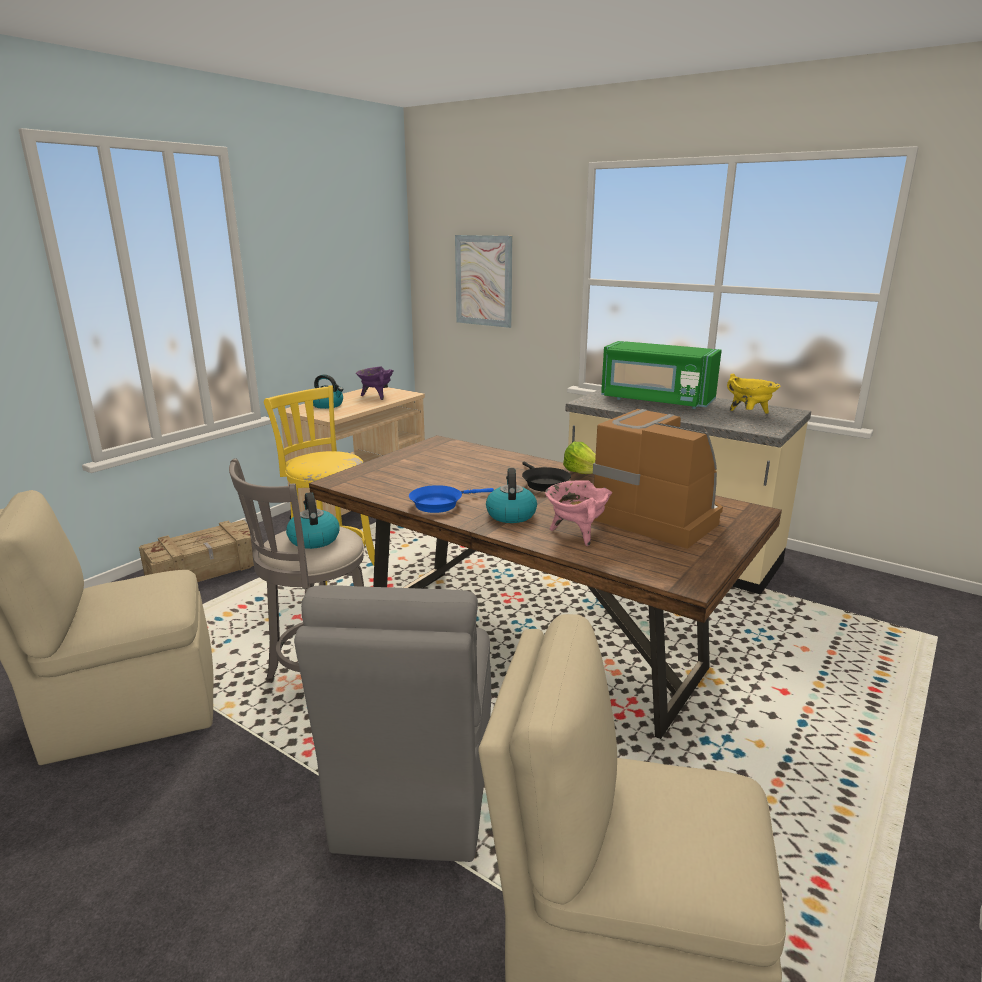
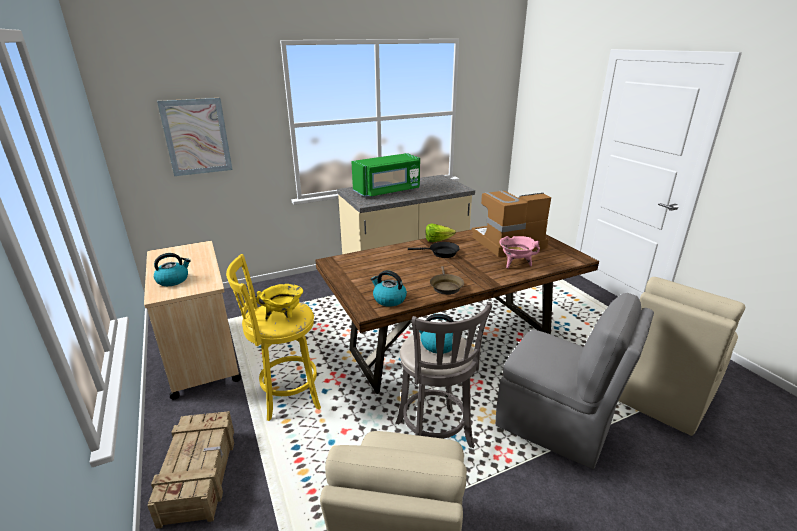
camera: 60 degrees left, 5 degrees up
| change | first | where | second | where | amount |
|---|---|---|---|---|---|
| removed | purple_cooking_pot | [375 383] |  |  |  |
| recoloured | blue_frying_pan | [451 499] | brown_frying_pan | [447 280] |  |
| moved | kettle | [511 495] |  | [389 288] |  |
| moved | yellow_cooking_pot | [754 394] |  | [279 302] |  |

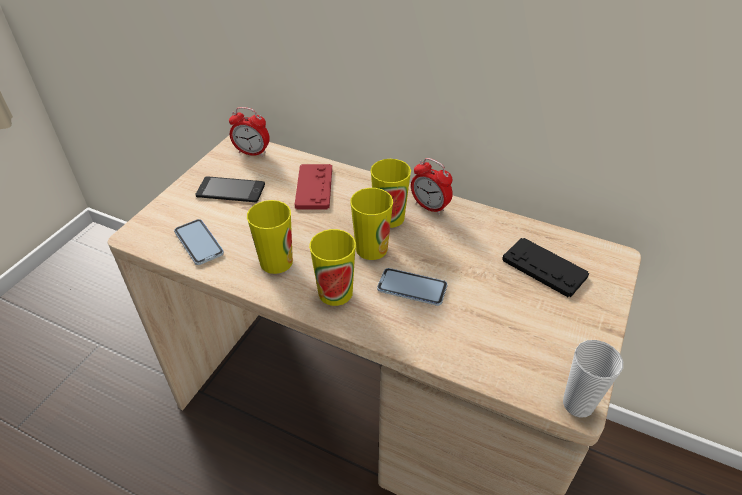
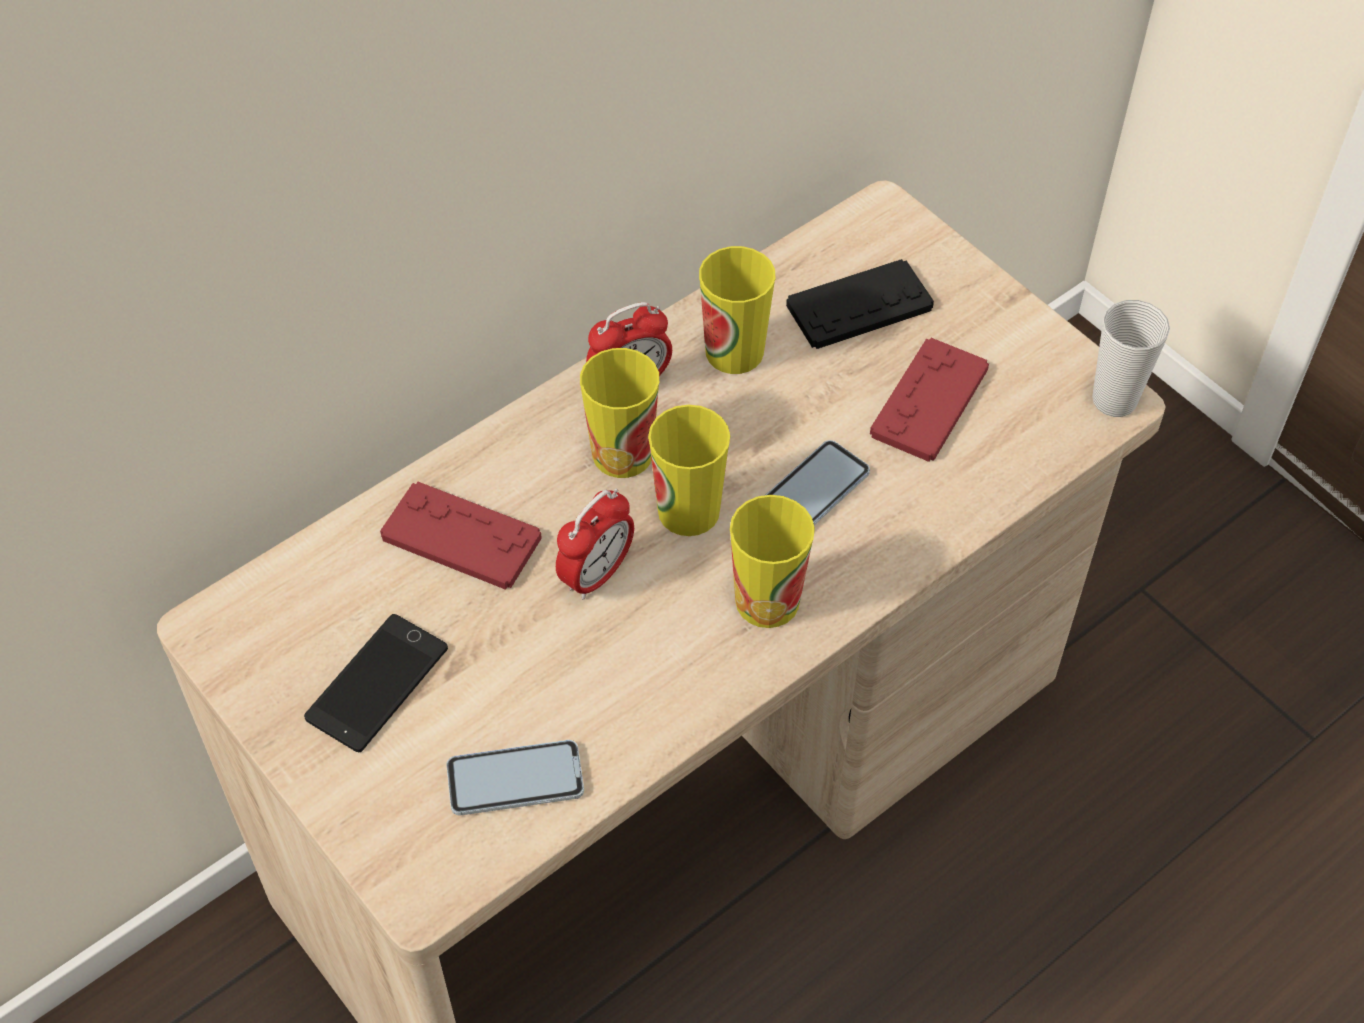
camera: 65 degrees left, 10 degrees up
| change | first | where | second | where | amount |
|---|---|---|---|---|---|
| moved | alarm_clock | [249 132] |  | [595 544] |  |
| moved | cup | [270 237] |  | [737 310] |  |
| added |  |  | red_game_controller | [929 400] |  |

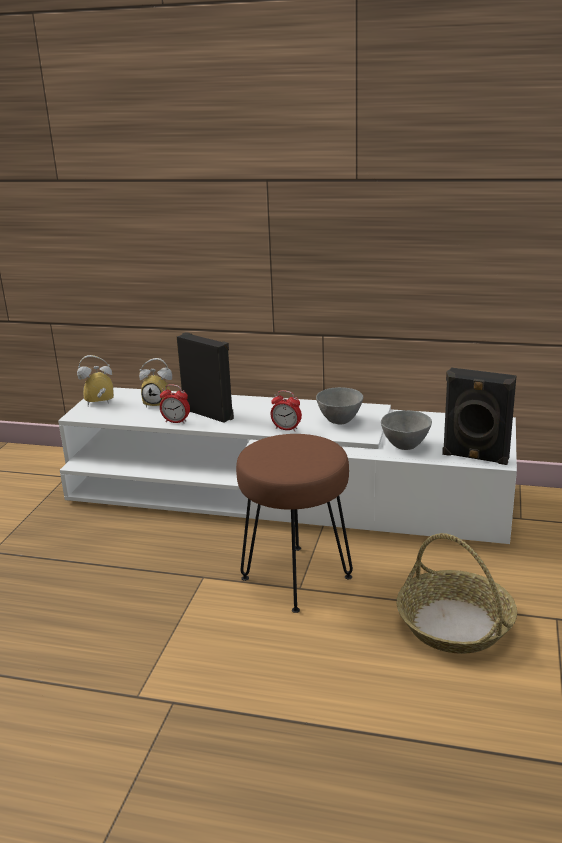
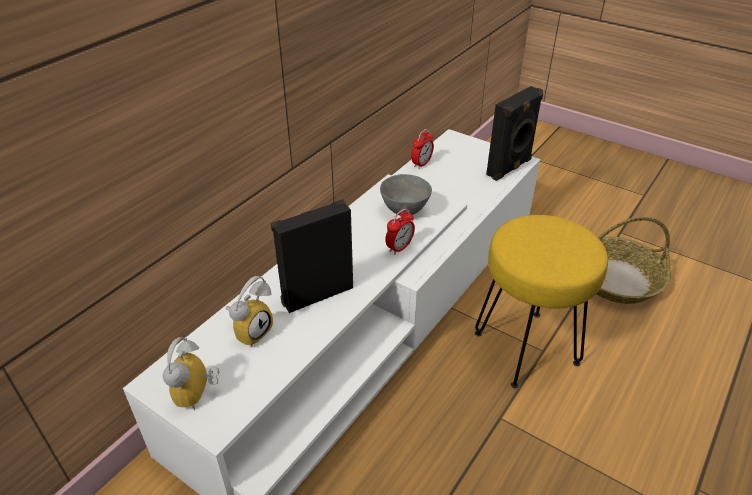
camera: 70 degrees left, 15 degrees up
| change | first | where | second | where | amount |
|---|---|---|---|---|---|
| moved | alarm_clock | [175 404] |  | [422 149] |  |
| recoloured | brown_stool | [294 523] | yellow_stool | [541 301] |  |
| removed | grey_bowl | [406 430] |  |  |  |

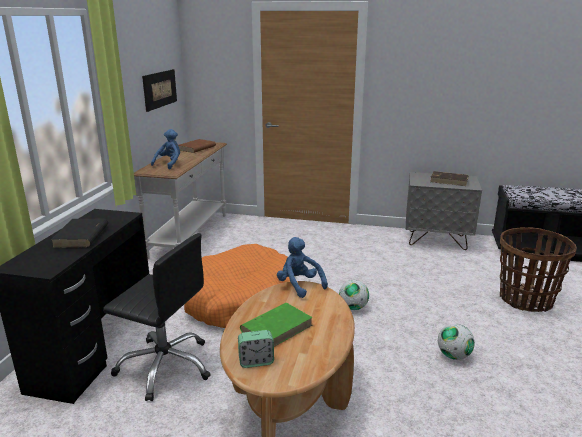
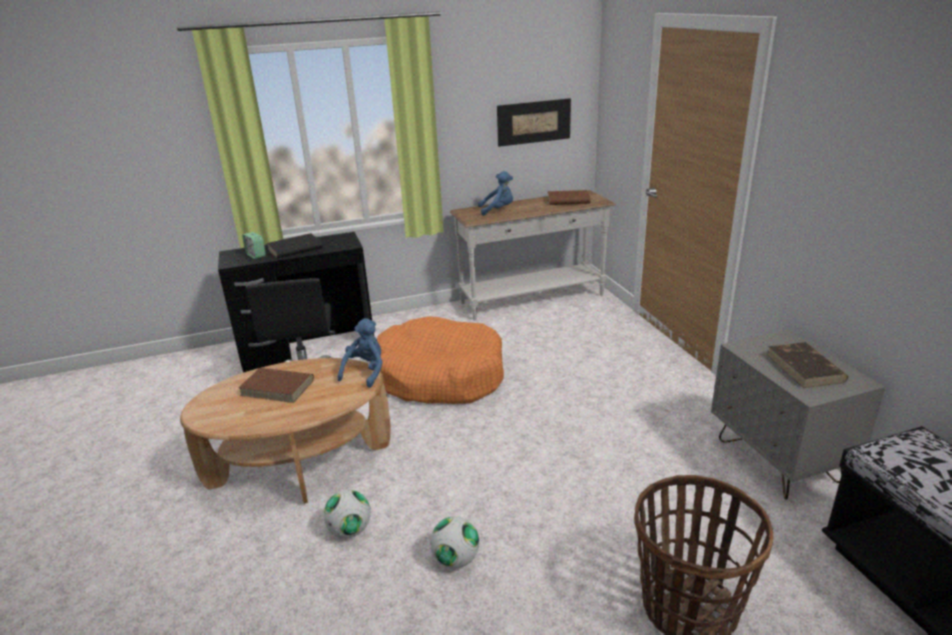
camera: 60 degrees right, 5 degrees up
| change | first | where | second | where | amount |
|---|---|---|---|---|---|
| moved | alarm_clock | [256 349] |  | [254 245] |  |
| recoloured | green_book | [276 325] | brown_book | [276 385] |  |
| moved | football | [354 295] |  | [347 514] |  |

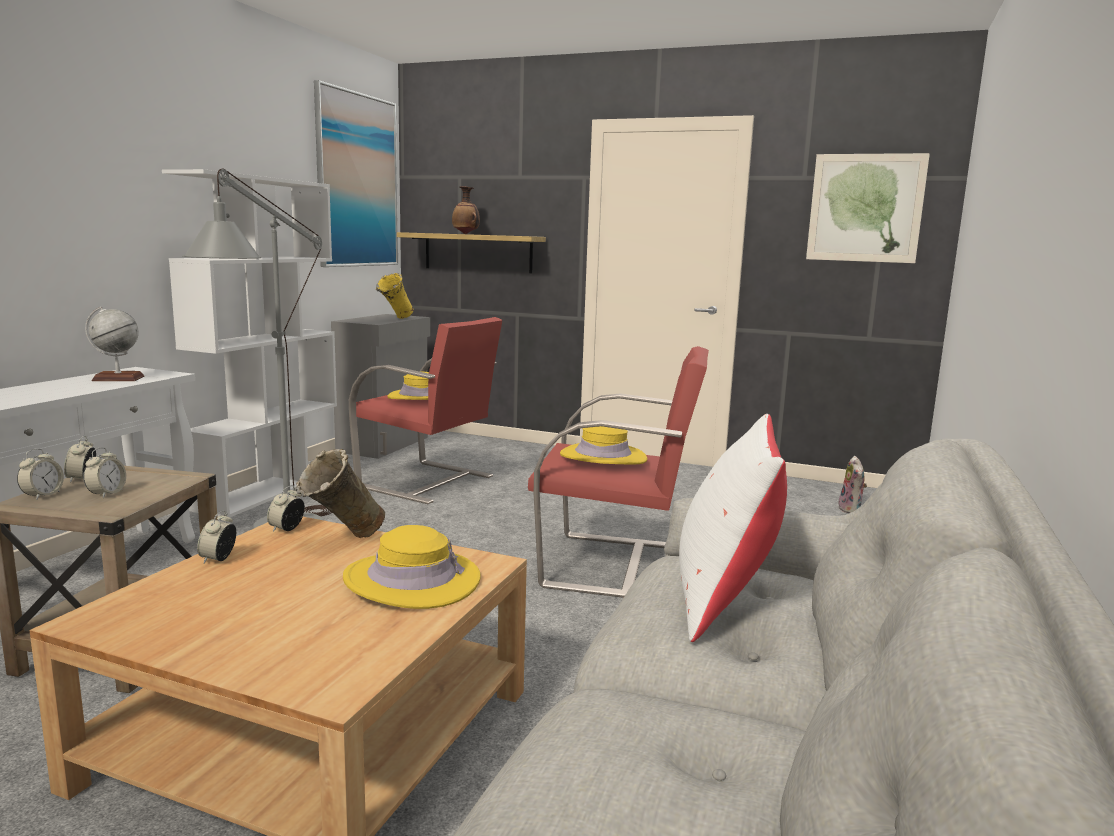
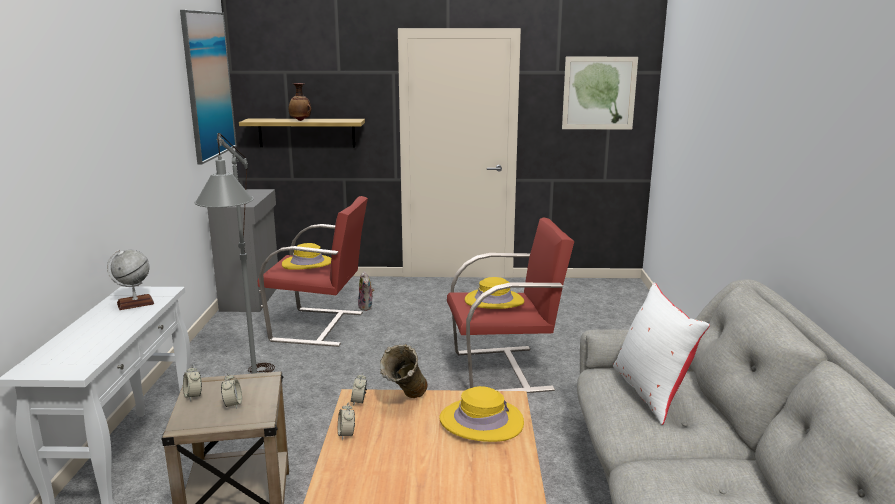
camera: 20 degrees left, 5 degrees up
| change | first | where | second | where | amount |
|---|---|---|---|---|---|
| removed | alarm_clock | [40 474] |  |  |  |
| removed | white_bookcase | [249 343] |  |  |  |
| removed | yellow_vase | [395 296] |  |  |  |
| moved | plush_toy | [852 484] |  | [366 291] |  |

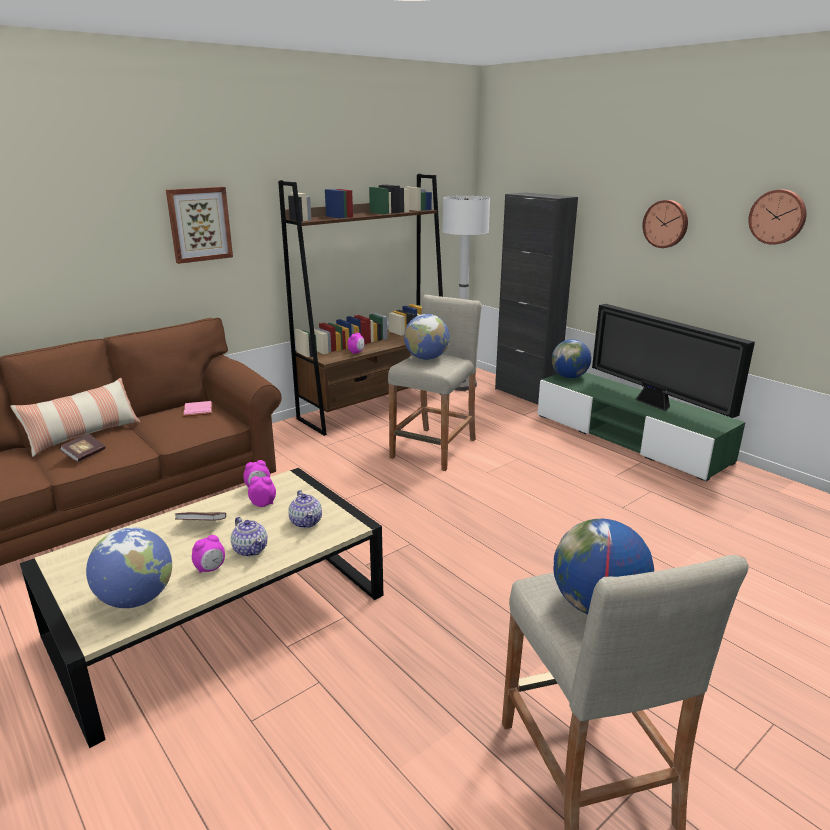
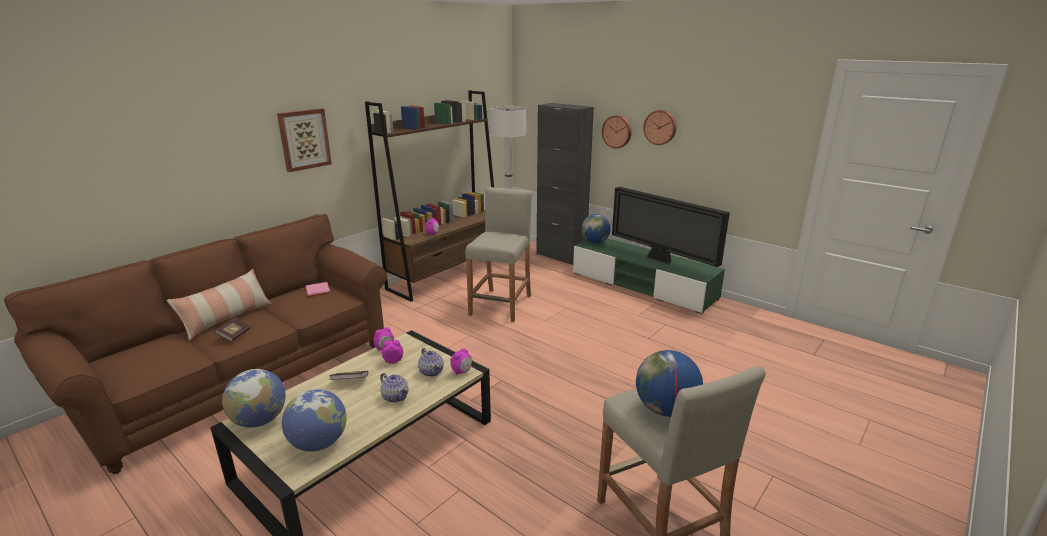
camera: 10 degrees left, 0 degrees up
| change | first | where | second | where | amount |
|---|---|---|---|---|---|
| moved | alarm_clock | [208 554] |  | [461 361] |  |
| moved | globe | [427 337] |  | [254 398] |  |
| moved | wall_clock | [777 217] |  | [616 131] |  |

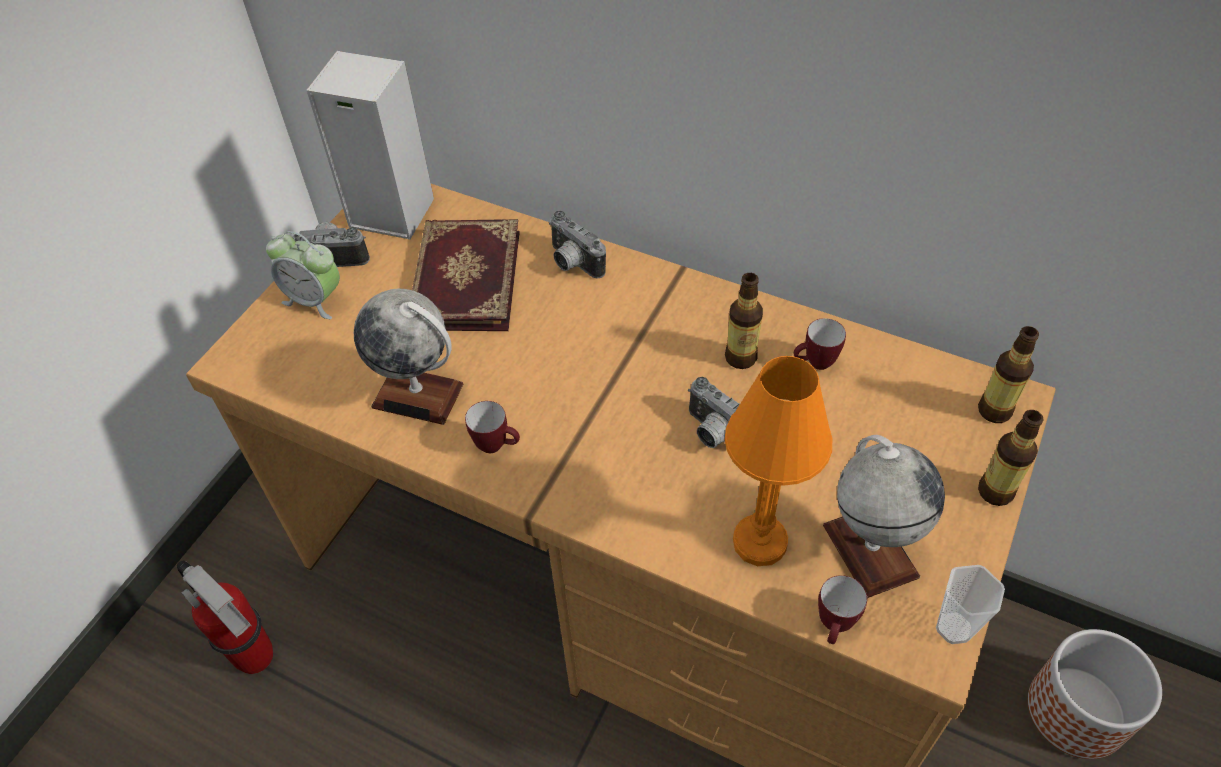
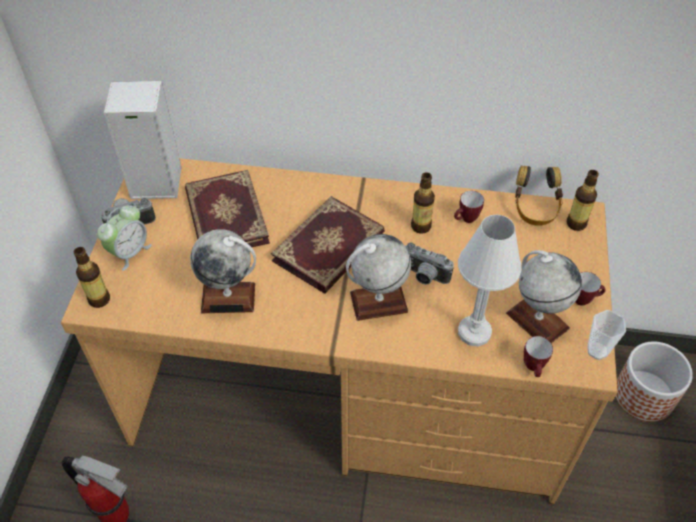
camera: 20 degrees left, 0 degrees up
| change | first | where | second | where | amount |
|---|---|---|---|---|---|
| turned | alarm_clock | [303 275] |  | [124 238] | 60 degrees counterclockwise |
| moved | mug | [492 427] |  | [590 289] |  |
| removed | photo_camera | [577 244] |  |  |  |
| recoloured | orange_table_lamp | [778 461] | white_table_lamp | [489 281] |  |
| moved | bottle | [1011 458] |  | [92 277] |  |
| added |  |  | book | [328 245] |  |
| added |  |  | globe | [378 277] |  |
| added |  |  | headphones | [539 196] |  |

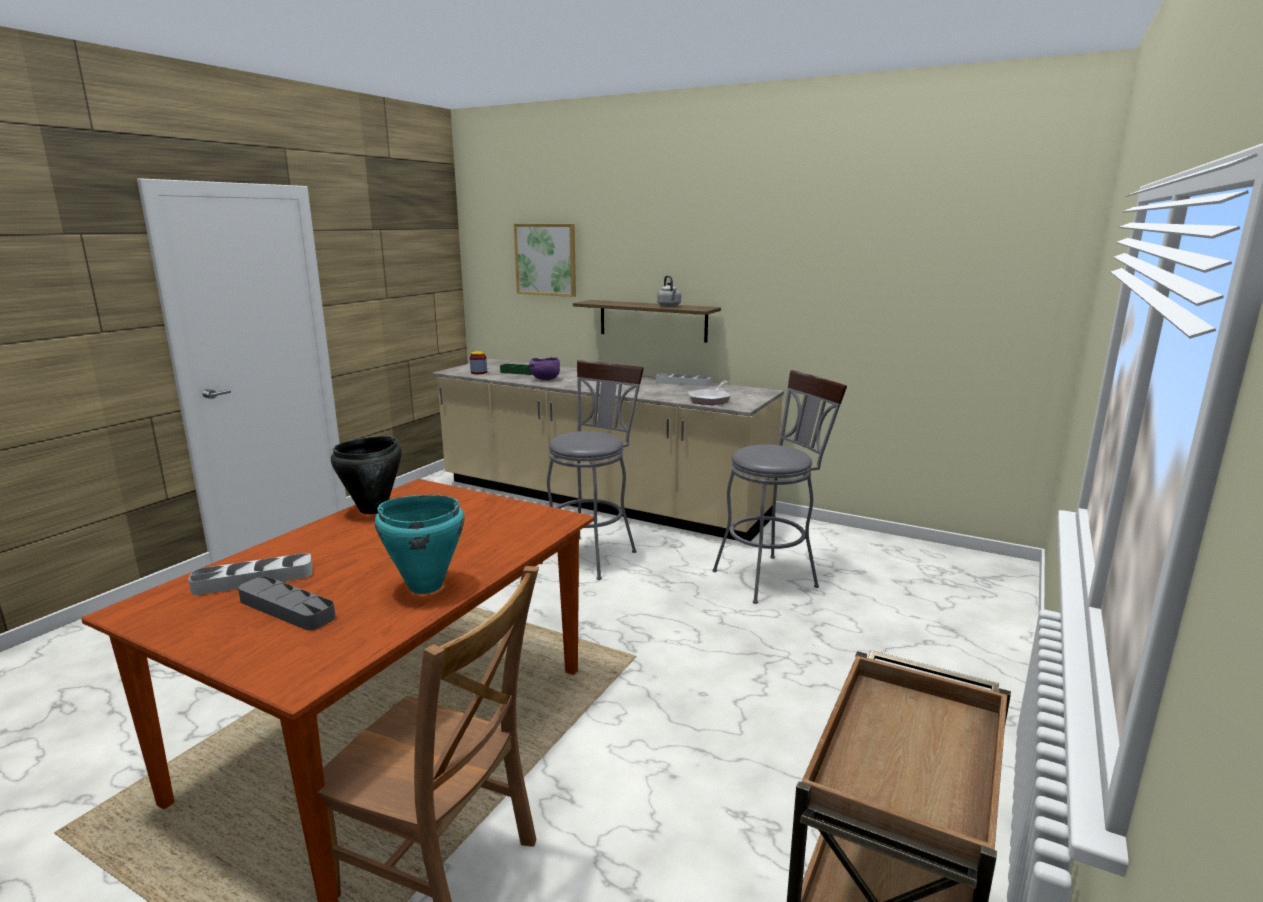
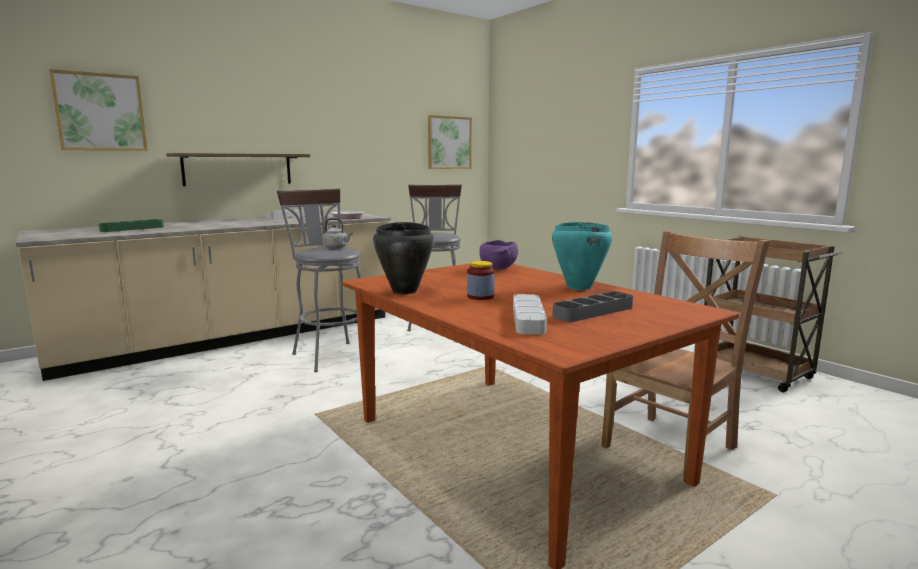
camera: 65 degrees left, 5 degrees down
| change | first | where | second | where | amount |
|---|---|---|---|---|---|
| moved | jar | [478 362] |  | [481 280] |  |
| moved | purple_bowl | [544 368] |  | [498 255] |  |
| moved | grey_kettle | [669 291] |  | [338 233] |  |
| added |  |  | picture | [450 142] |  |

